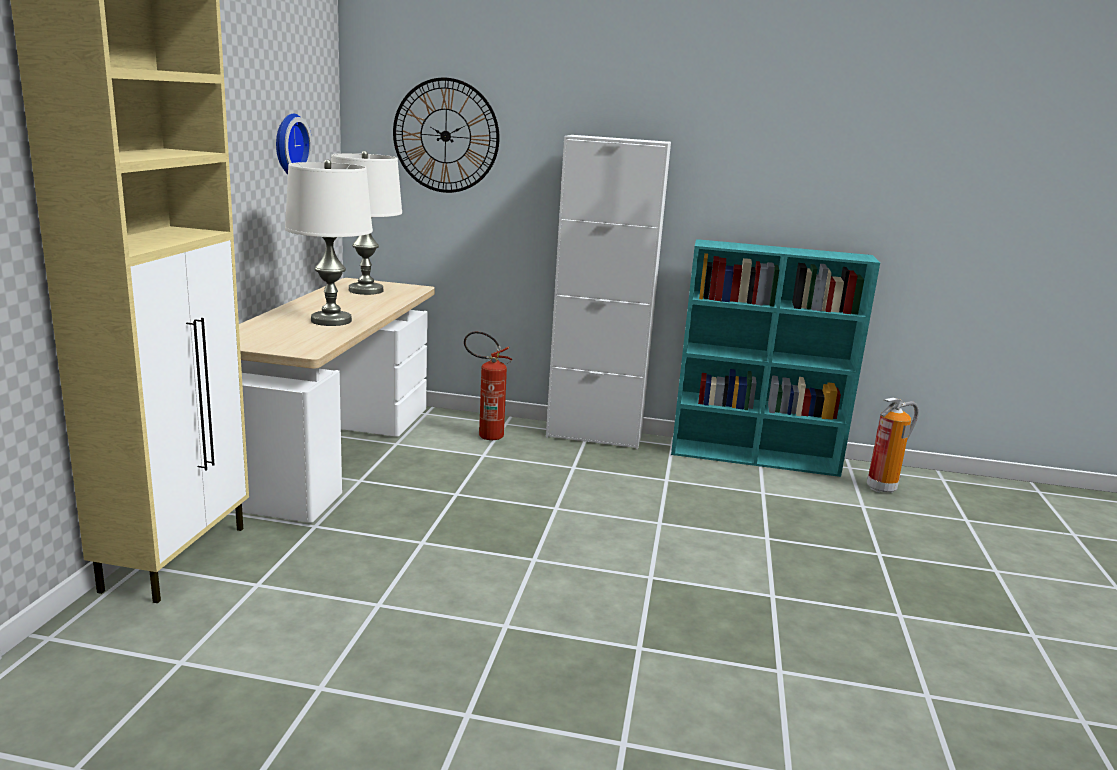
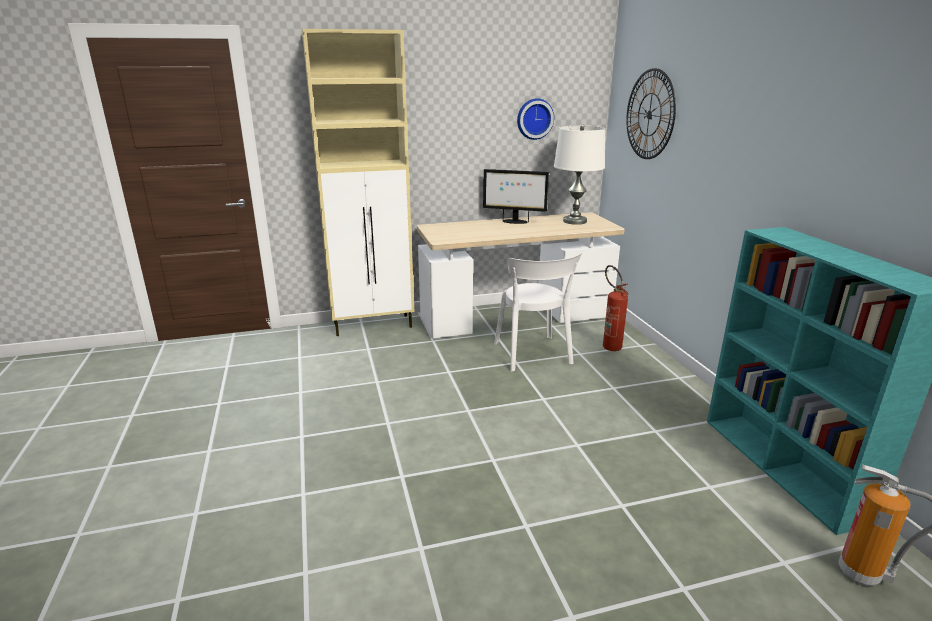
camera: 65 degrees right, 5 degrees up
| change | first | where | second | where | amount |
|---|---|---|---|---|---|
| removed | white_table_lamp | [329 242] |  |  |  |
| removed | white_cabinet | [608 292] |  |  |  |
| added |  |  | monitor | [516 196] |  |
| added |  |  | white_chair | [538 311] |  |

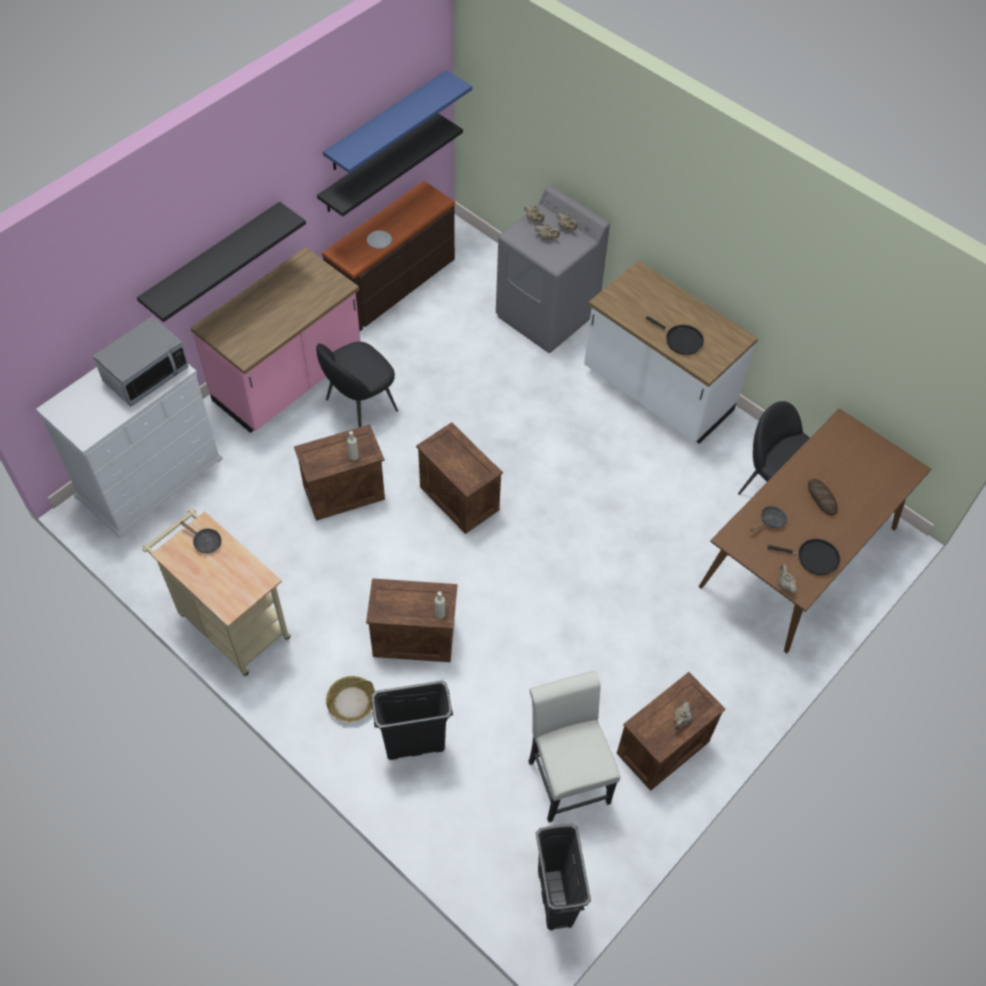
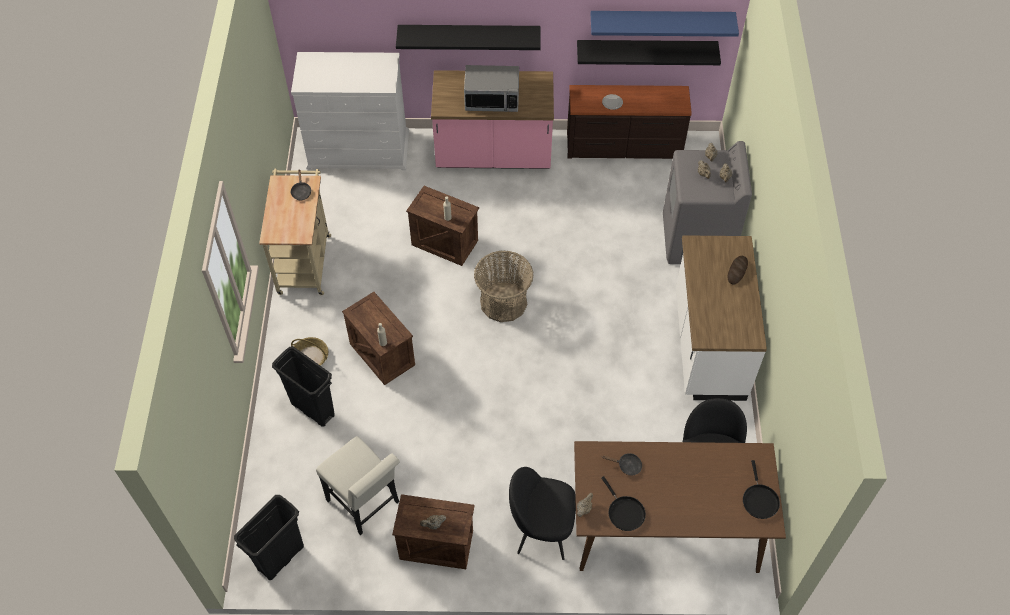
camera: 50 degrees right, 0 degrees up
| change | first | where | second | where | amount |
|---|---|---|---|---|---|
| moved | microwave | [141 361] |  | [491 88] |  |
| moved | black_chair | [357 384] |  | [542 513] |  |
| replaced | crate | [459 478] | basket | [504 286] |  |
| turned | white_chair | [574 746] |  | [358 485] | 105 degrees clockwise |
| moved | black_frying_pan | [675 335] |  | [761 489] |  |
| moved | bread | [823 497] |  | [738 270] |  |

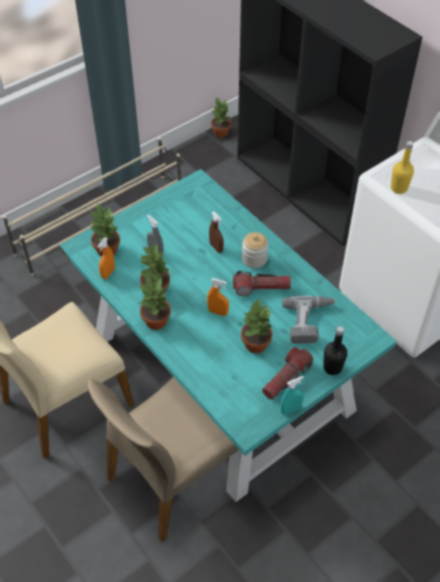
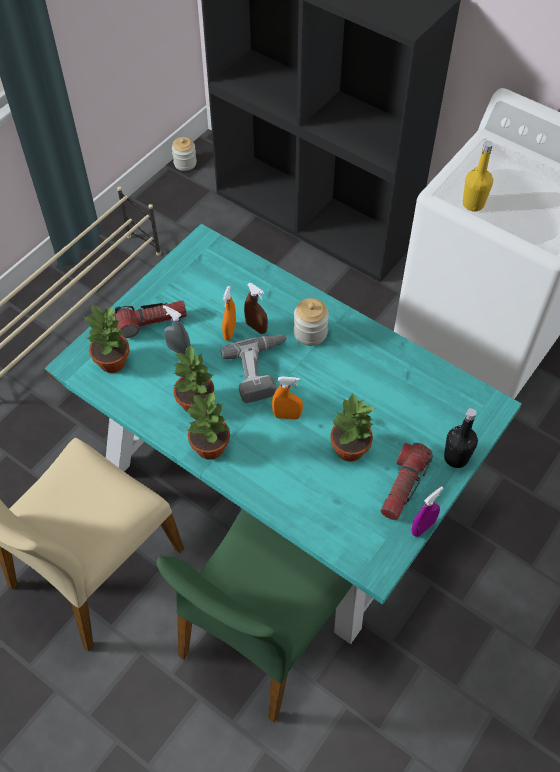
camera: 15 degrees left, 5 degrees up
| change | first | where | second | where | amount |
|---|---|---|---|---|---|
| recoloured | beige_chair | [163 459] | green_chair | [254 615] |  |
| moved | orange_spray_bottle | [106 258] |  | [229 313] |  |
| replaced | potted_plant | [221 117] | jar | [184 154] |  |
| moved | flashlight | [262 283] |  | [150 319] |  |
| recoloured | turquoise_spray_bottle | [292 395] | purple_spray_bottle | [427 511] |  |
| moved | power_drill | [309 320] |  | [254 369] |  |

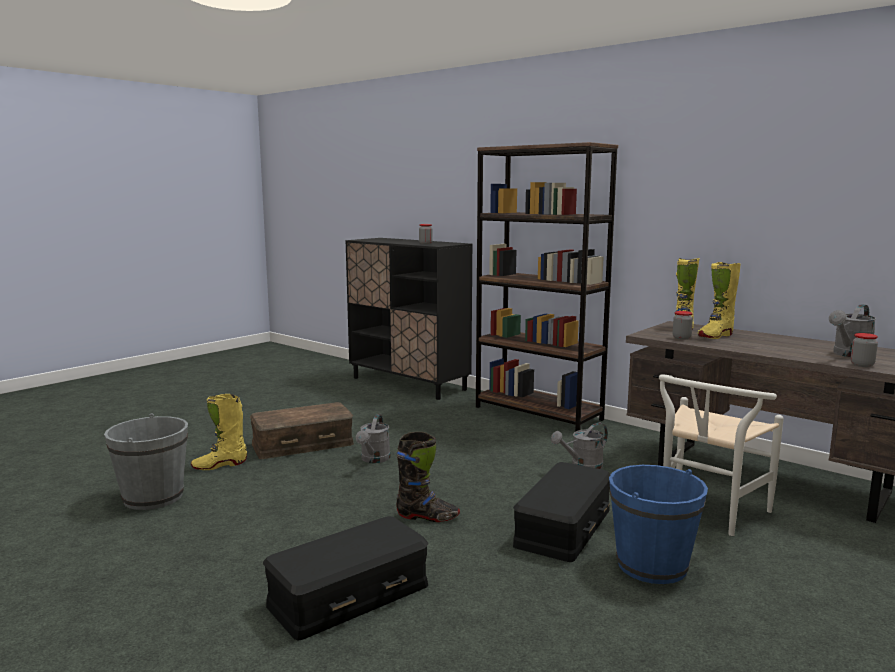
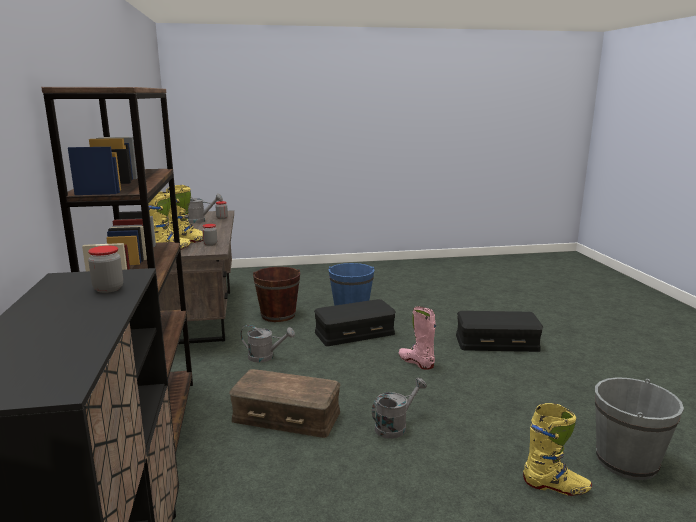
camera: 140 degrees left, 5 degrees up
| change | first | where | second | where | amount |
|---|---|---|---|---|---|
| moved | brown_storage_box | [302 430] |  | [285 403] |  |
| recoloured | black_boot | [428 477] | pink_boot | [417 338] |  |
| replaced | white_chair | [721 455] | brown_bucket | [276 294] |  |

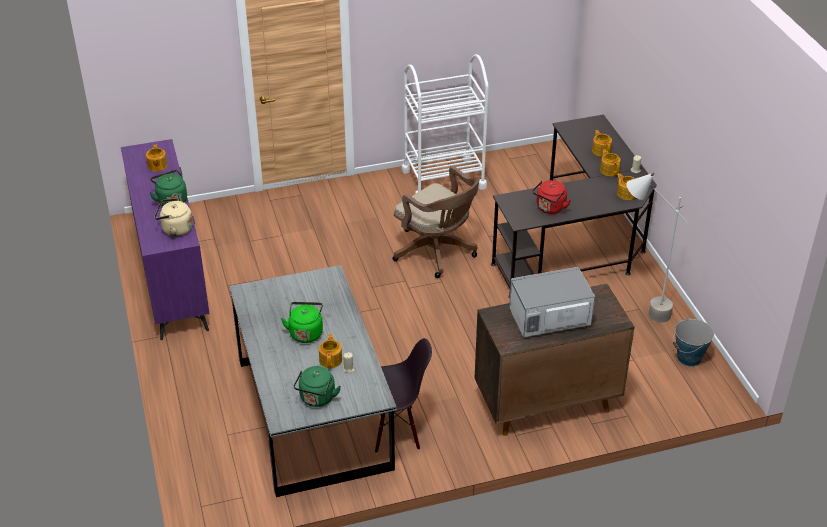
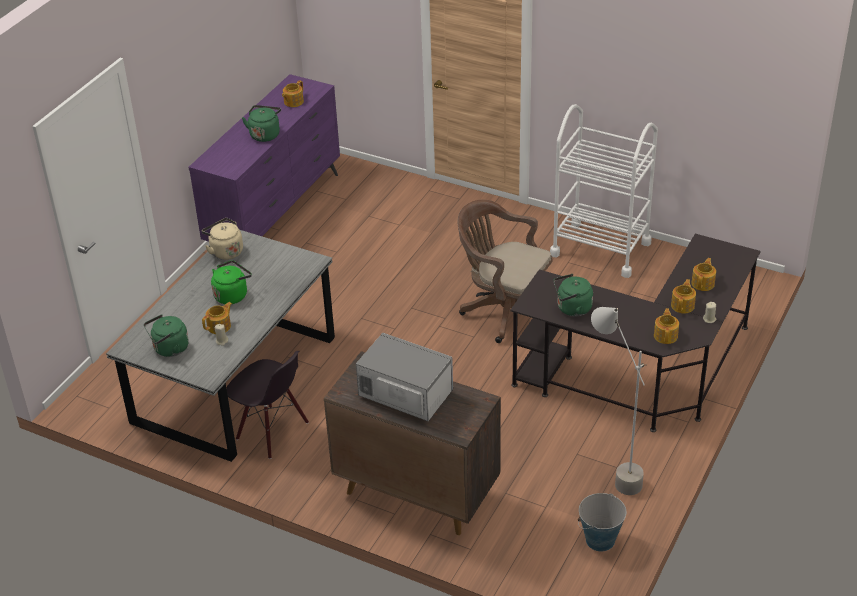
camera: 45 degrees right, 0 degrees up
| change | first | where | second | where | amount |
|---|---|---|---|---|---|
| moved | beige_kettle | [174 217] |  | [222 239] |  |
| turned | brown_office_chair | [436 222] |  | [504 271] | 120 degrees clockwise |
| recoloured | red_kettle | [551 197] | green_kettle | [573 295] |  |

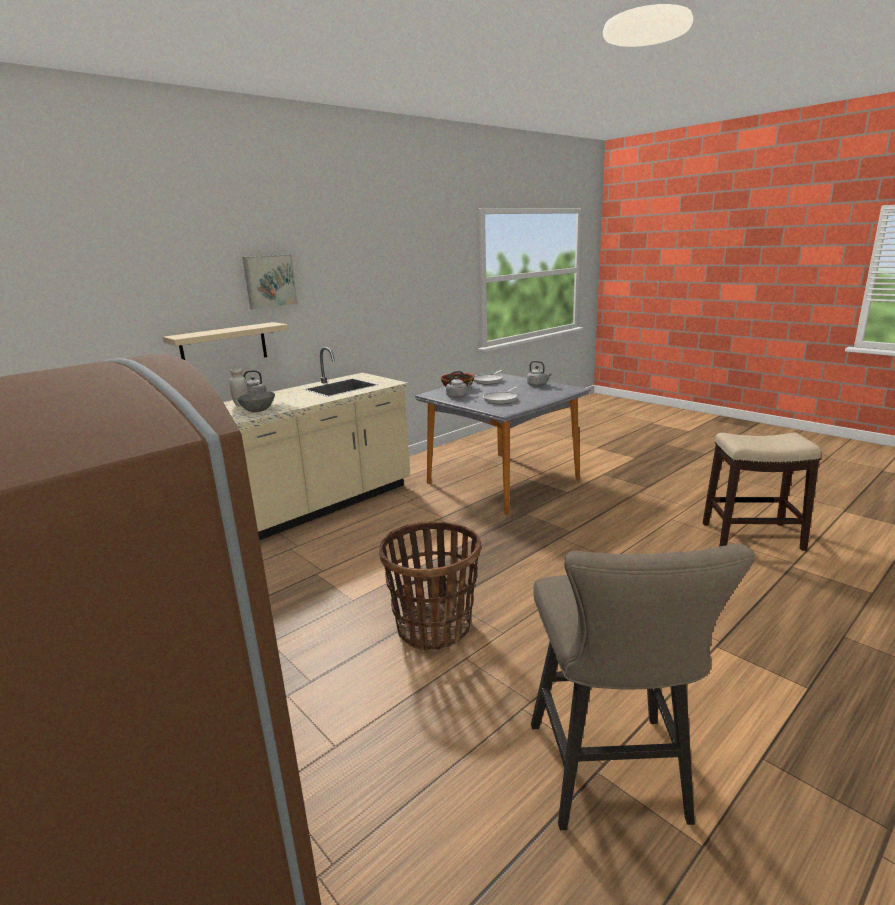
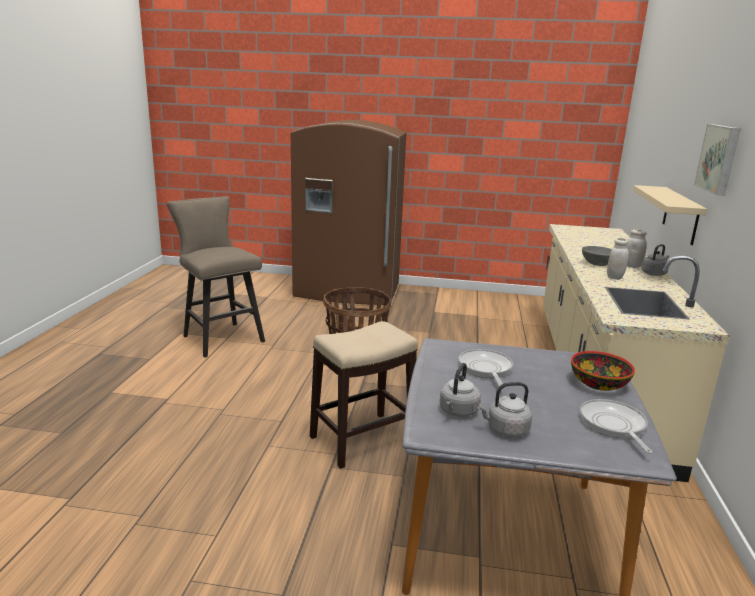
camera: 140 degrees right, 0 degrees up
| change | first | where | second | where | amount |
|---|---|---|---|---|---|
| moved | grey_kettle | [459 384] |  | [460 390] |  |
| moved | stool | [762 491] |  | [364 395] |  |
| added |  |  | white_jar | [618 259] |  |

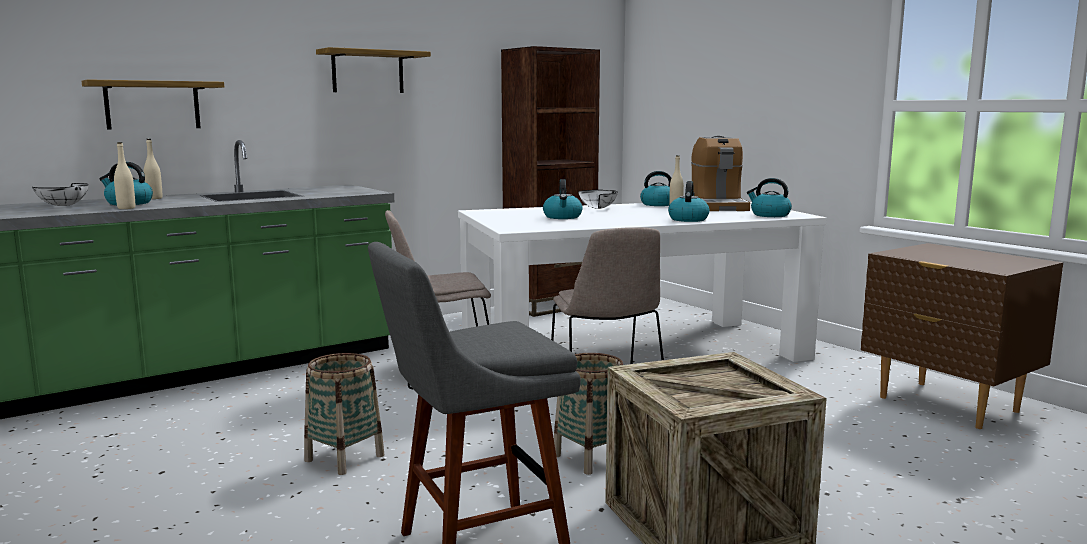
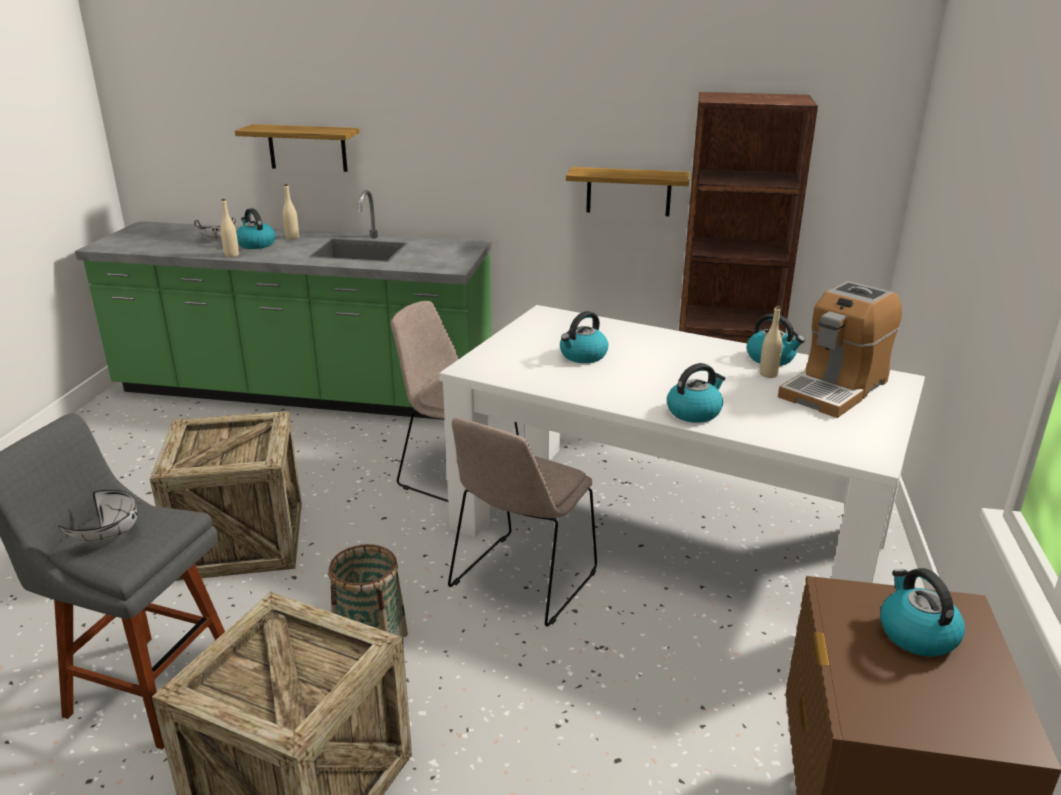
camera: 45 degrees right, 15 degrees up
| change | first | where | second | where | amount |
|---|---|---|---|---|---|
| replaced | basket | [344 414] | crate | [226 496] |  |
| moved | shelf | [373 70] |  | [628 191] |  |
| moved | white_bowl | [598 199] |  | [97 516] |  |
| moved | kettle | [769 197] |  | [922 612] |  |

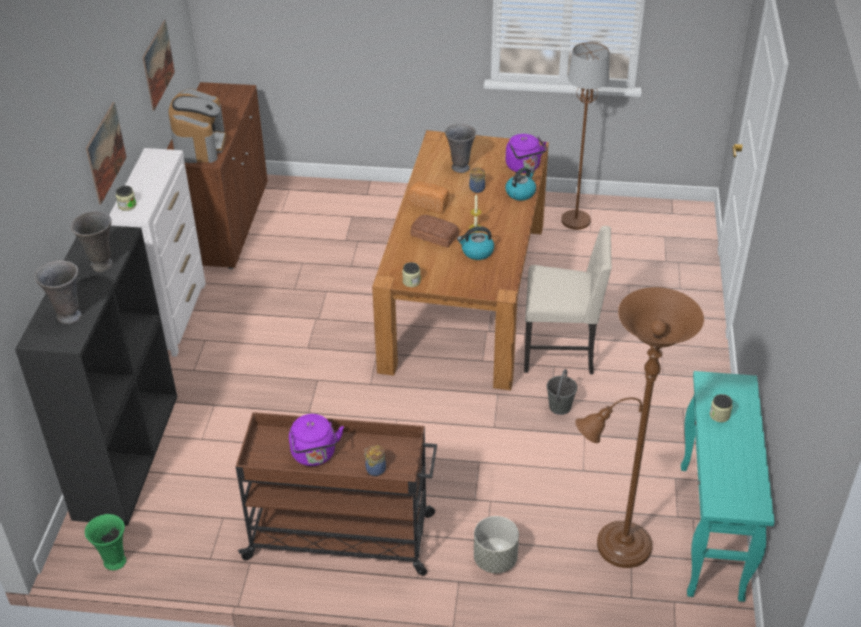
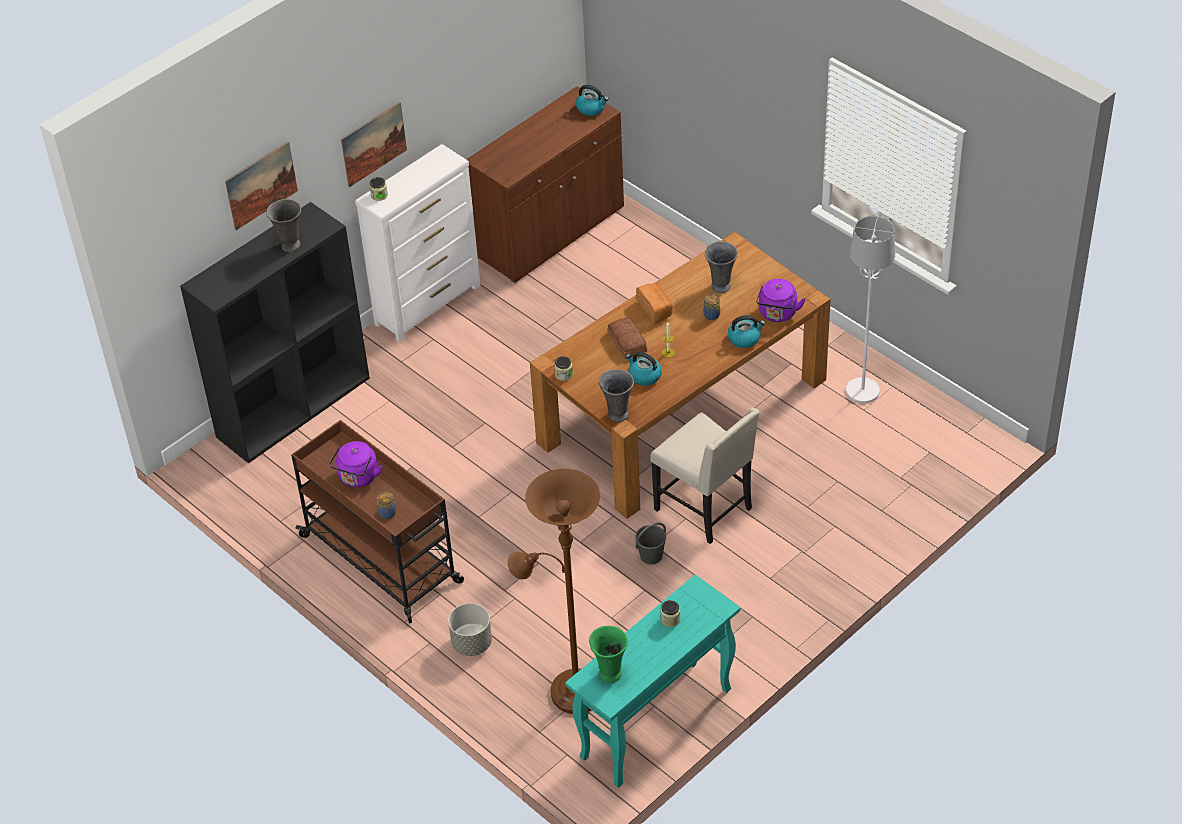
camera: 40 degrees right, 5 degrees up
| change | first | where | second | where | amount |
|---|---|---|---|---|---|
| moved | grey_vase | [58 292] |  | [616 395] |  |
| moved | green_vase | [105 542] |  | [608 654] |  |
| moved | picture | [158 65] |  | [261 185] |  |
| removed | coffee_machine | [197 126] |  |  |  |
| recoloured | brown_floor_lamp | [585 136] | white_floor_lamp | [870 310] |  |
| added |  |  | kettle | [592 100] |  |

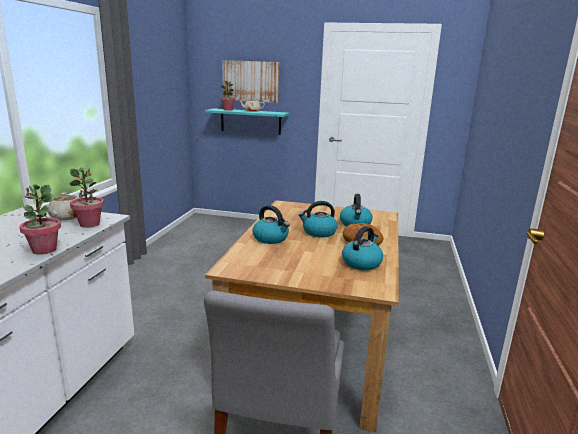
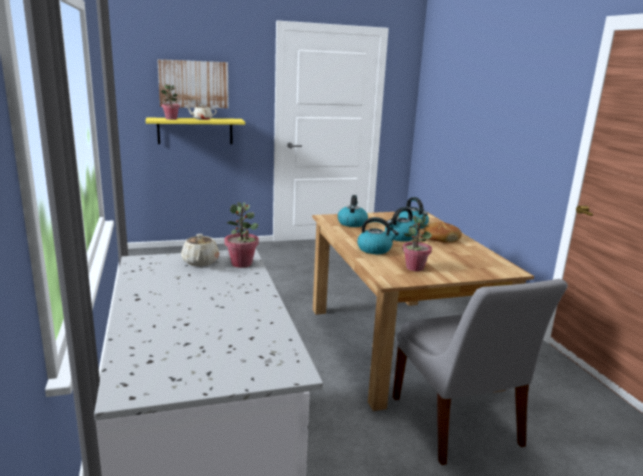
camera: 30 degrees left, 0 degrees up
| change | first | where | second | where | amount |
|---|---|---|---|---|---|
| moved | potted_plant | [40 219] |  | [417 243] |  |
| recoloured | turquoise_shelf | [247 121] | yellow_shelf | [195 131] |  |
| moved | kettle | [362 248] |  | [353 211] |  |

